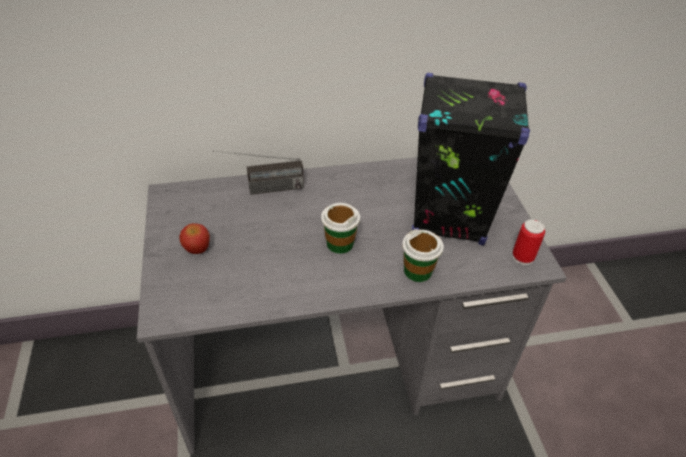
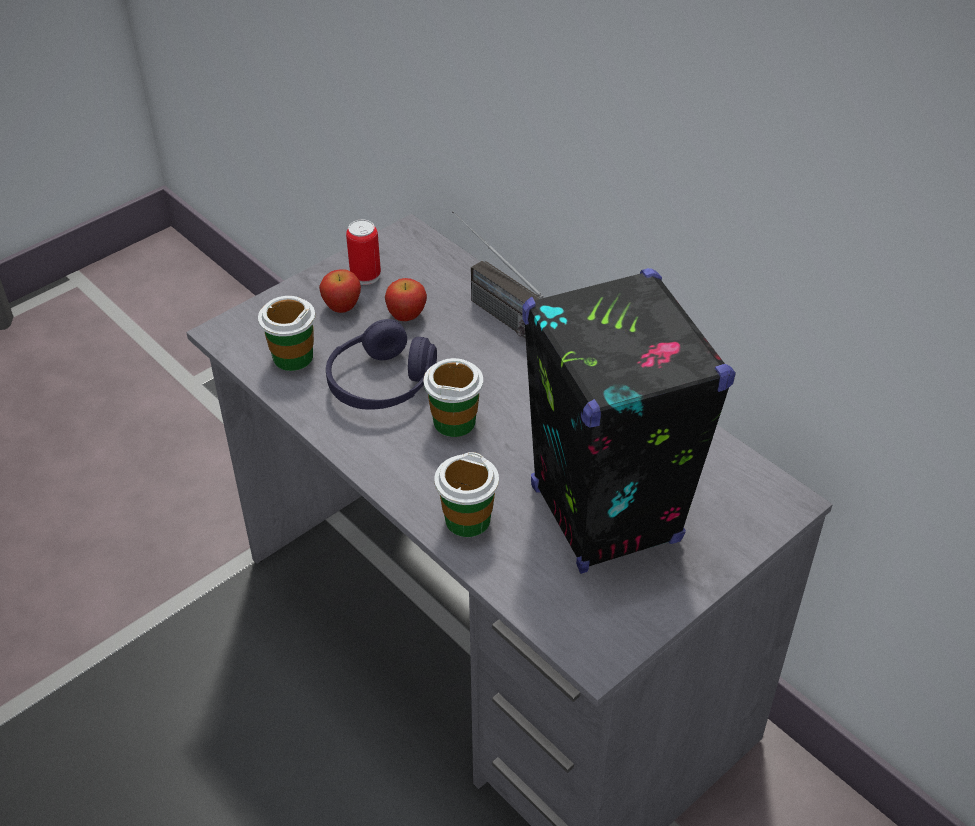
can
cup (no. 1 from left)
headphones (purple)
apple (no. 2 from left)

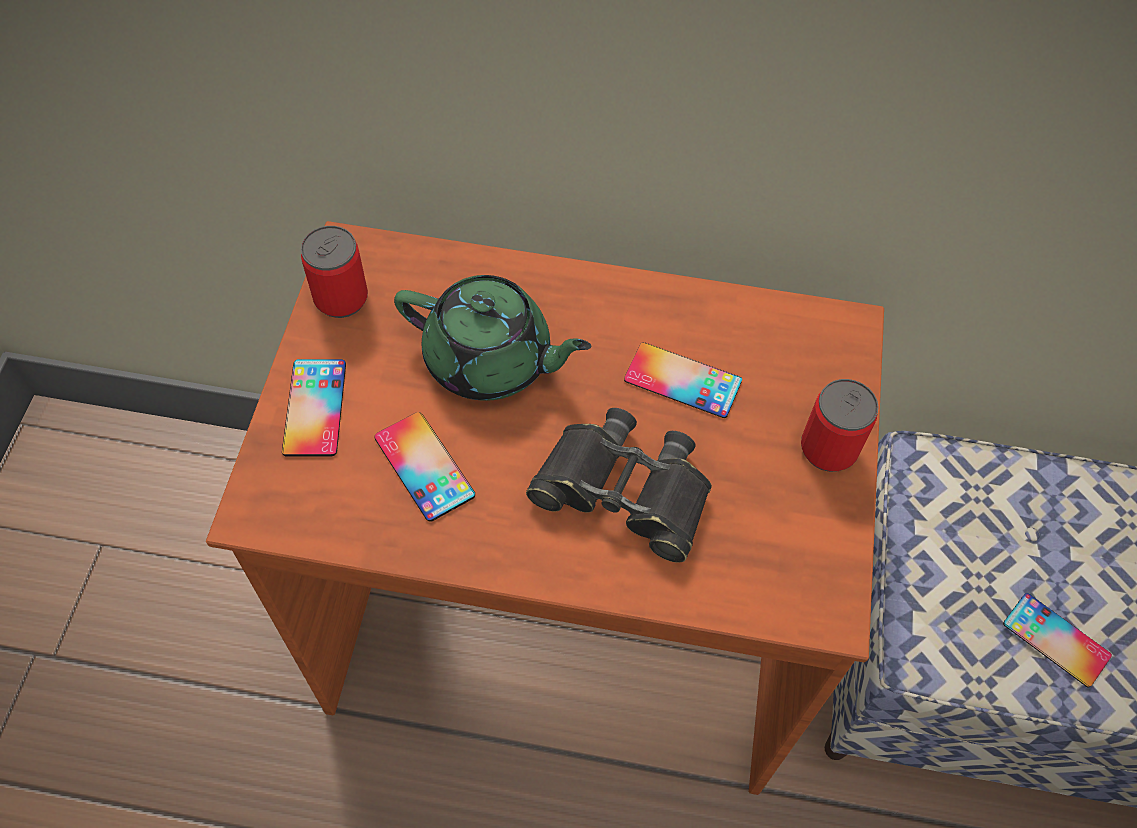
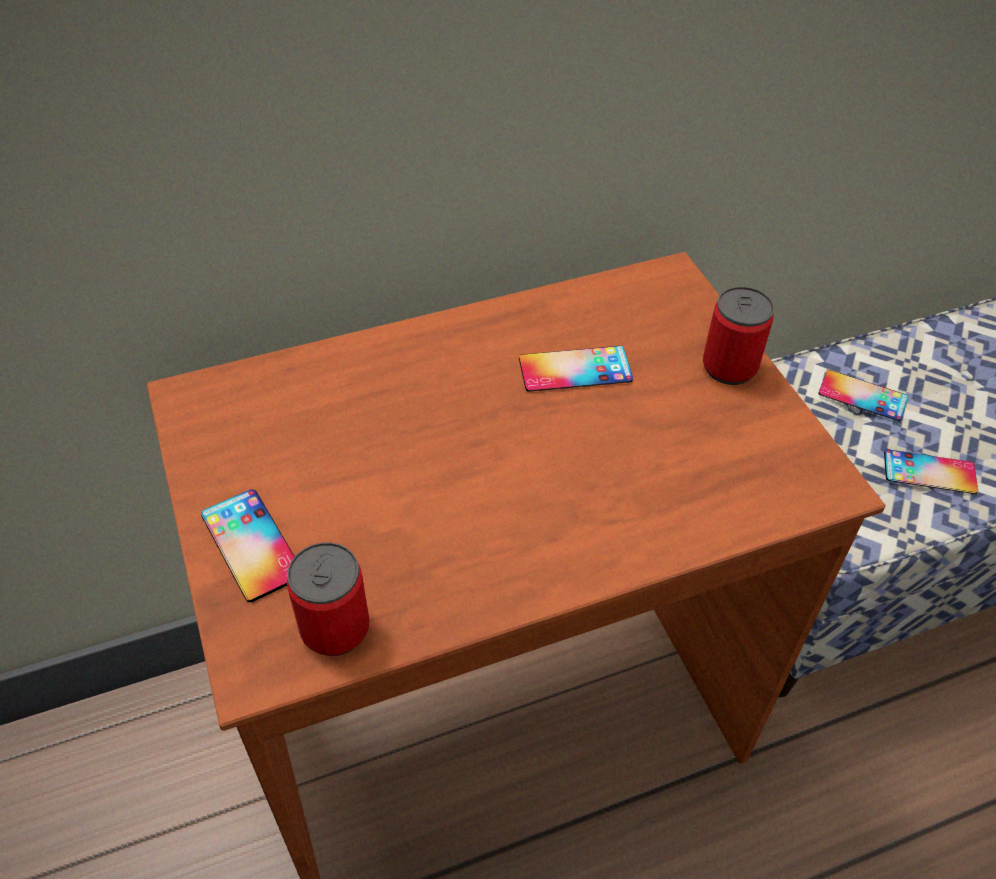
can (no. 1 from left)
phone (no. 3 from left)
teapot (green)
binoculars (black)

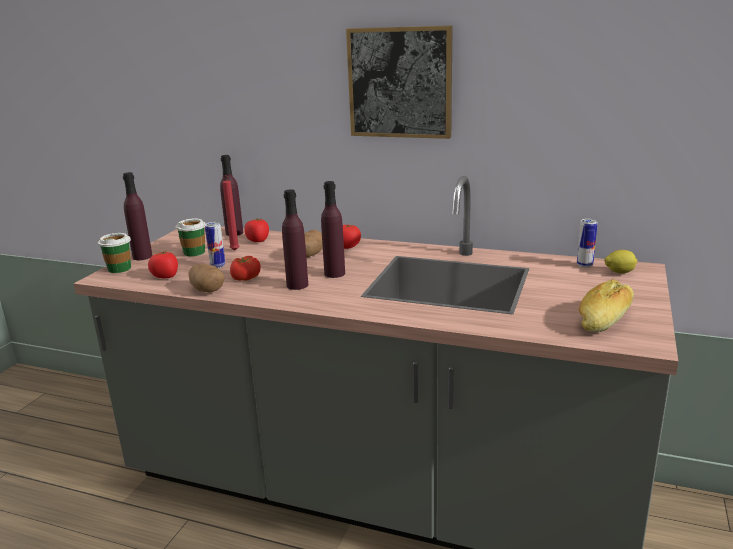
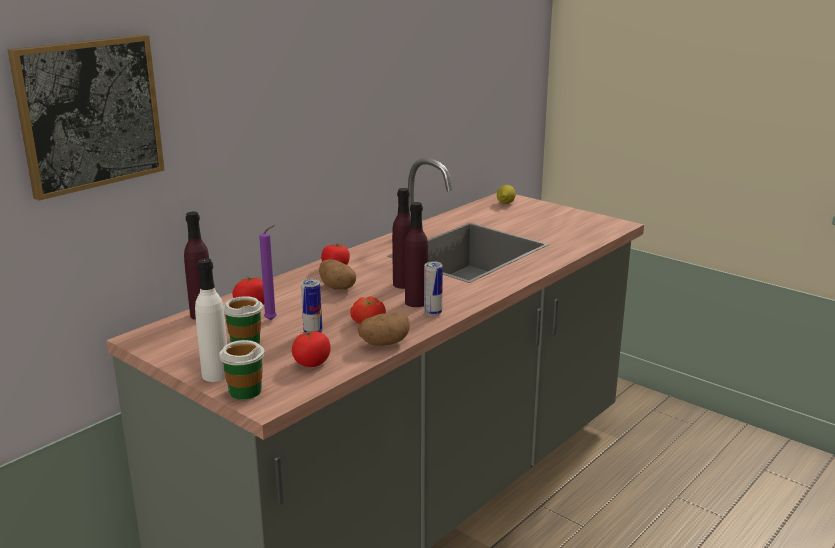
bottle (white)
candle (purple)
picture
can (no. 2 from left)
bread

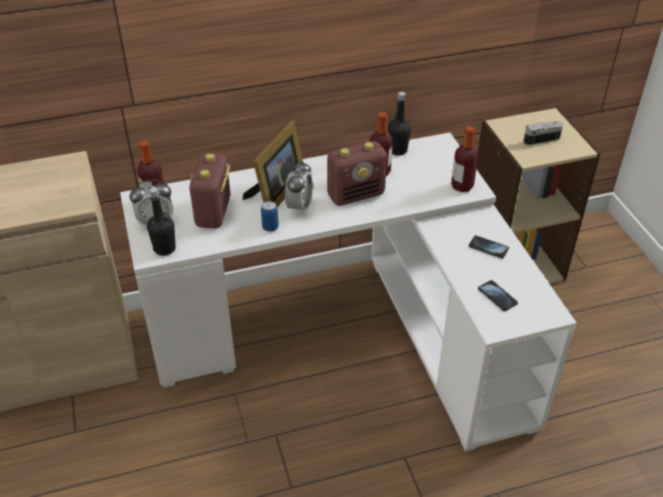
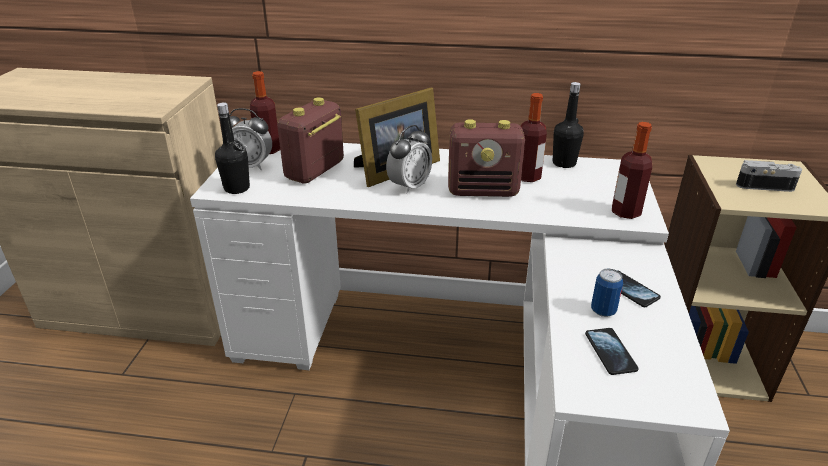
can

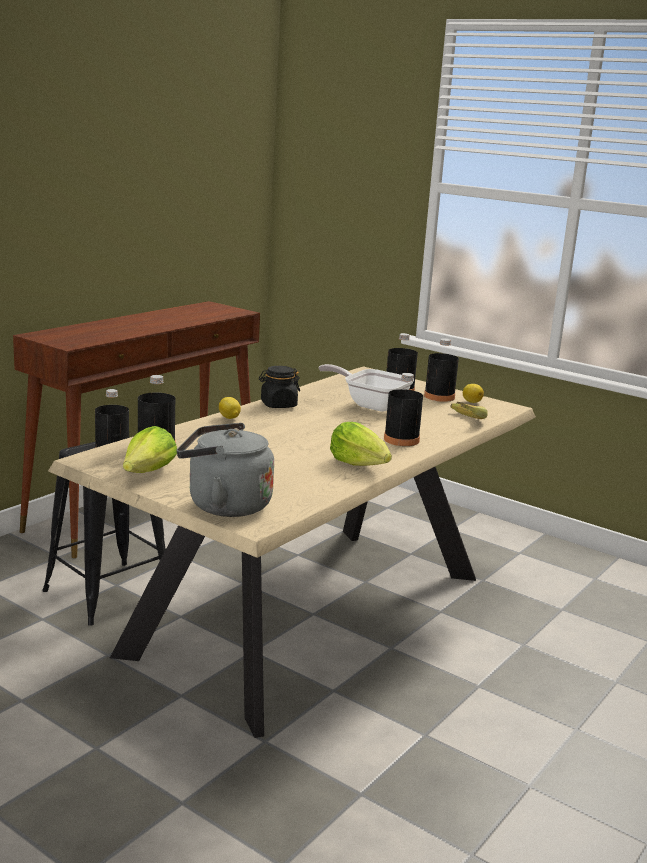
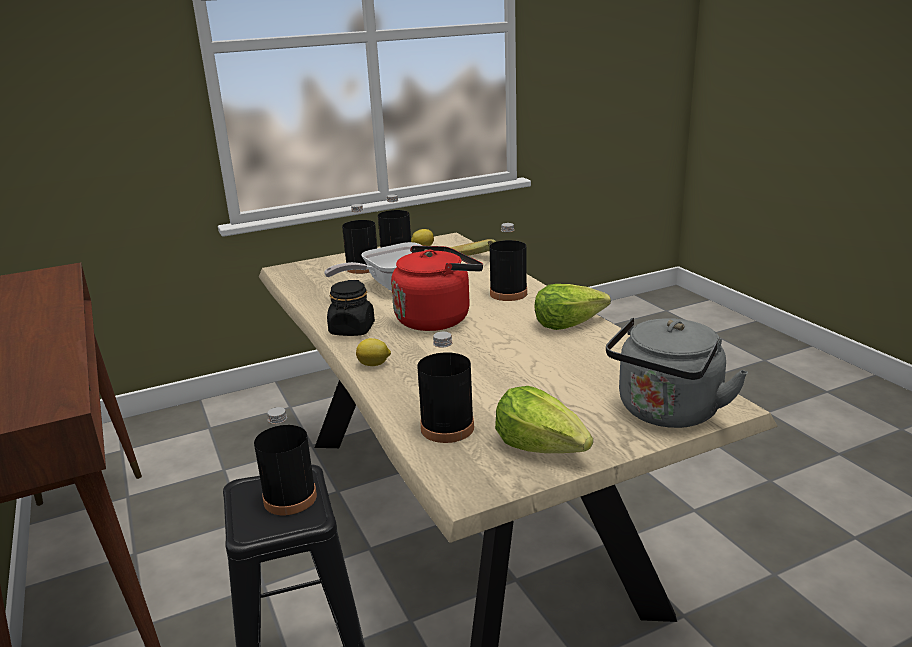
kettle (red)

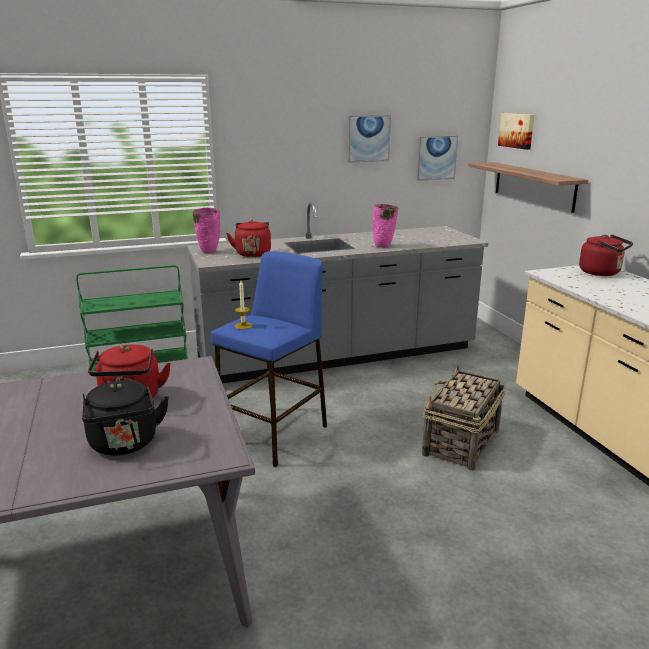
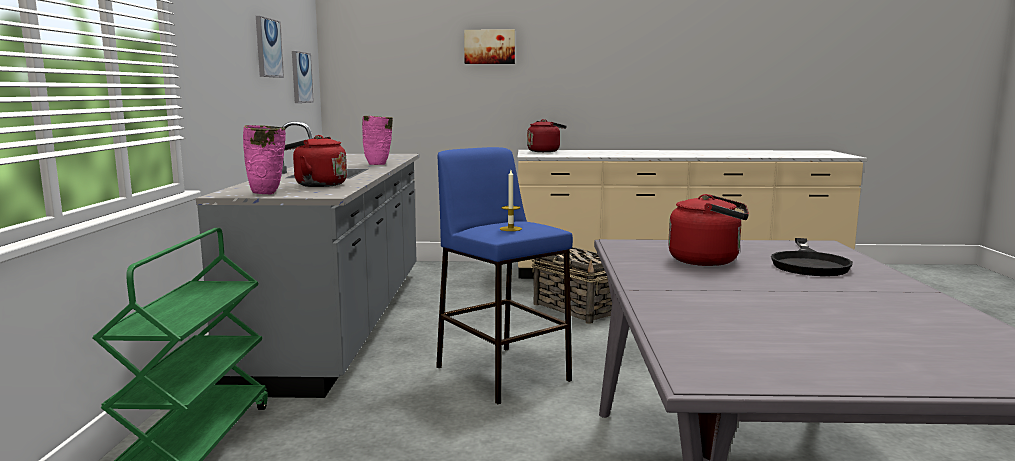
frying pan (black)
shelf
picture (no. 3 from left)

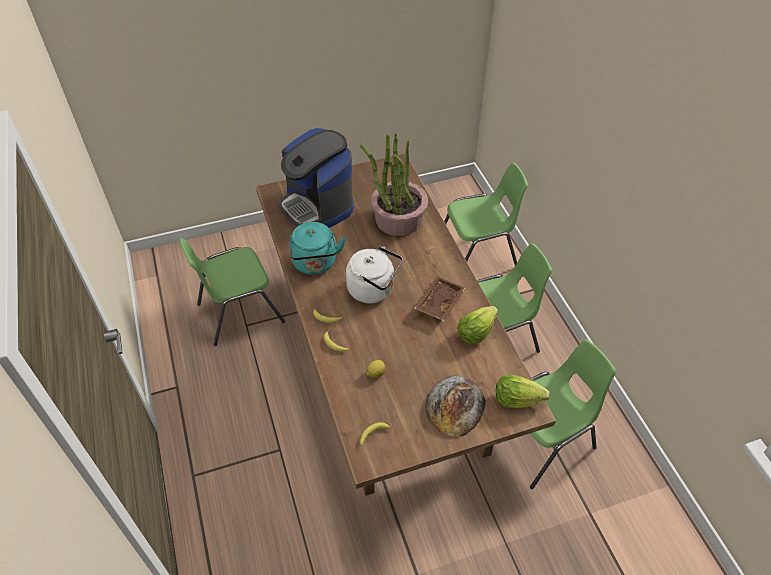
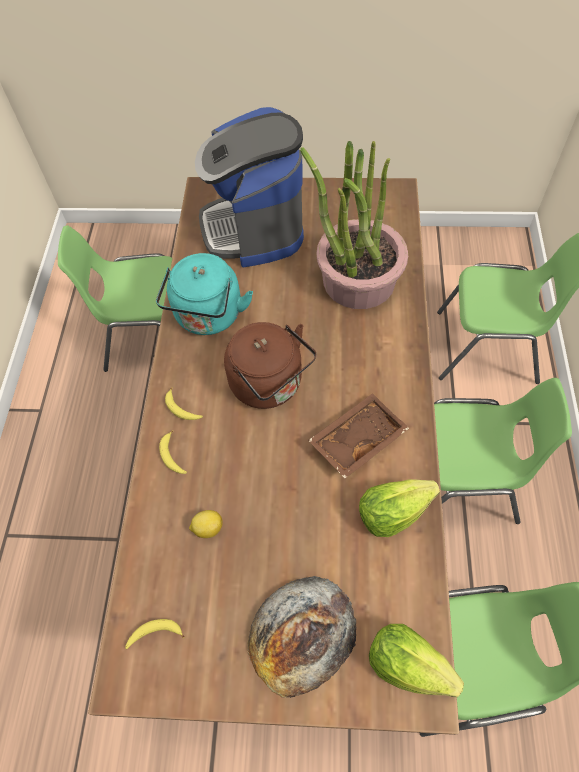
kettle (brown)

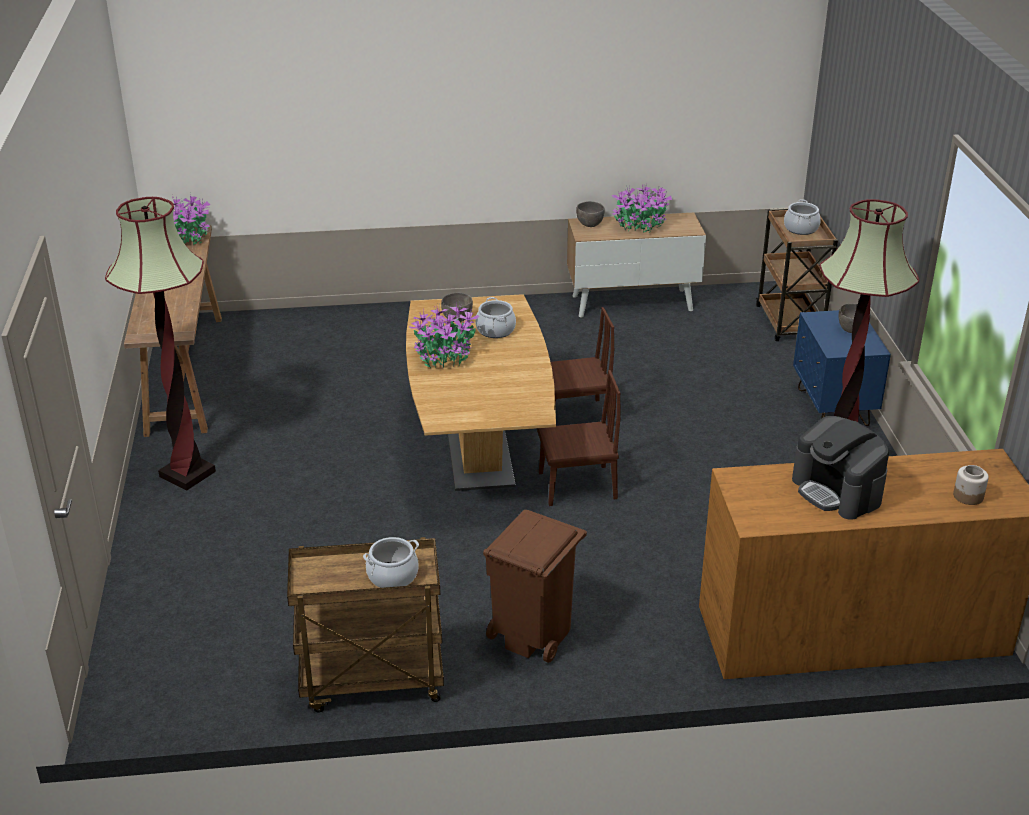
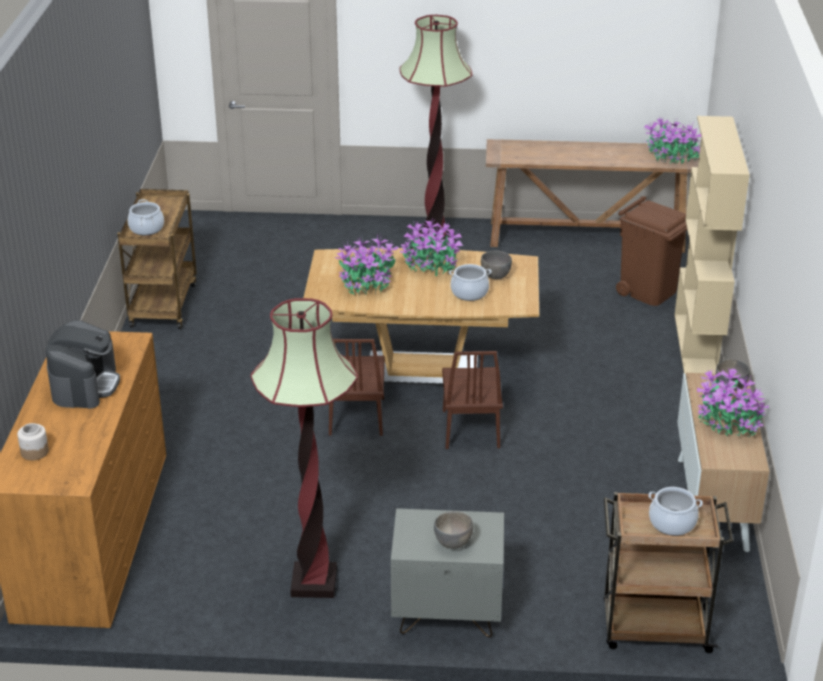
trash can (brown)
coffee machine
nightstand (grey)
potted plant (no. 1 from left)
bookcase (beige)

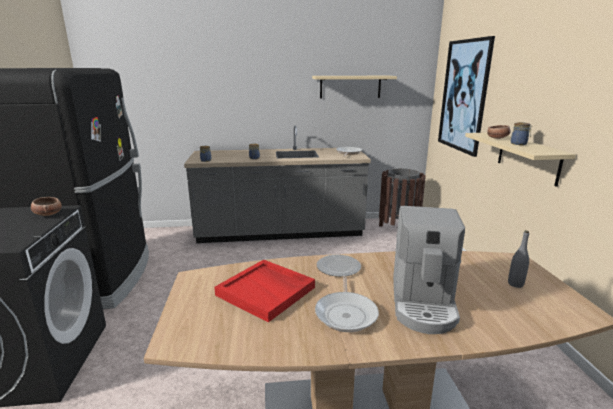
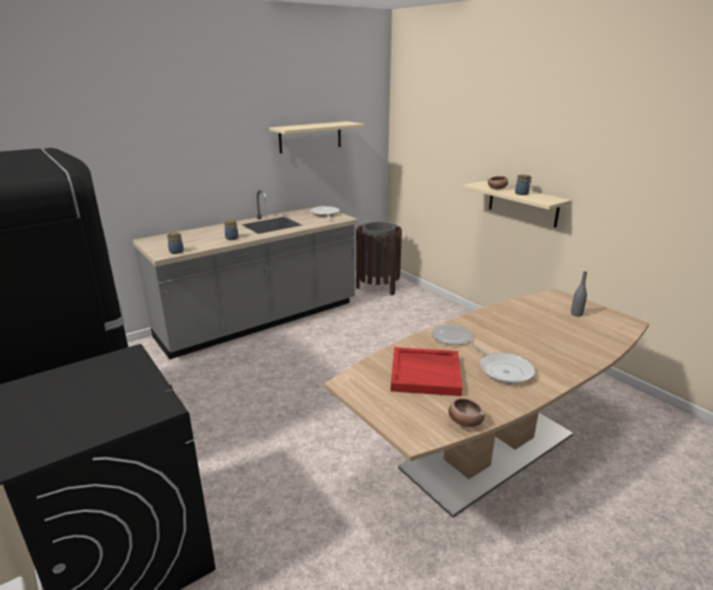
bowl (no. 1 from left)
coffee machine
picture

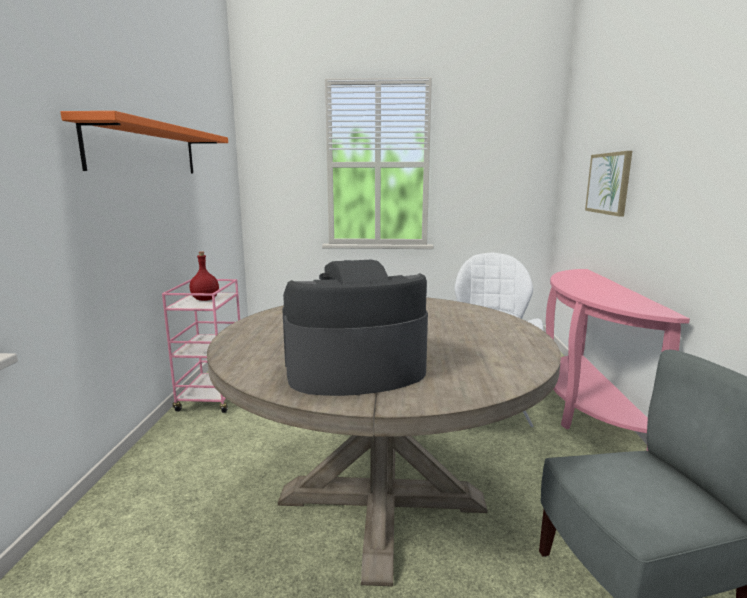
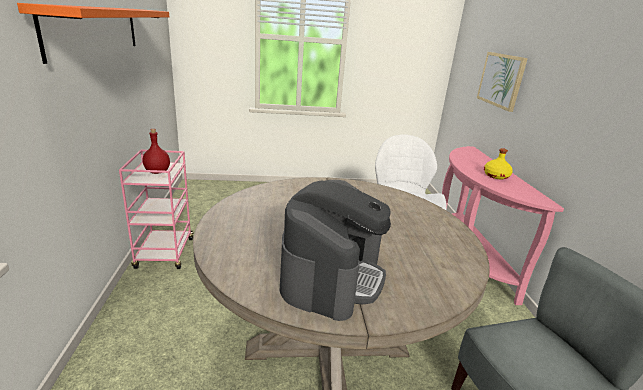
coffee machine
bottle (yellow)

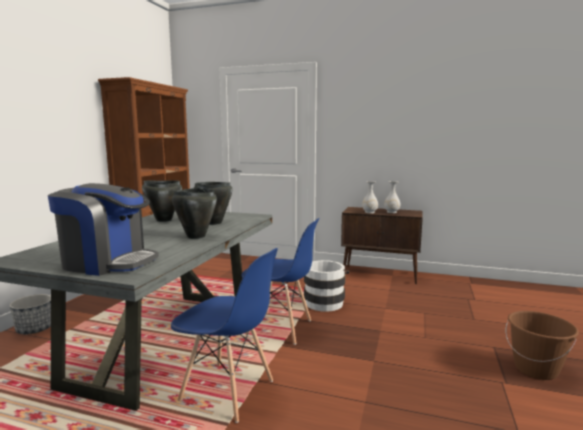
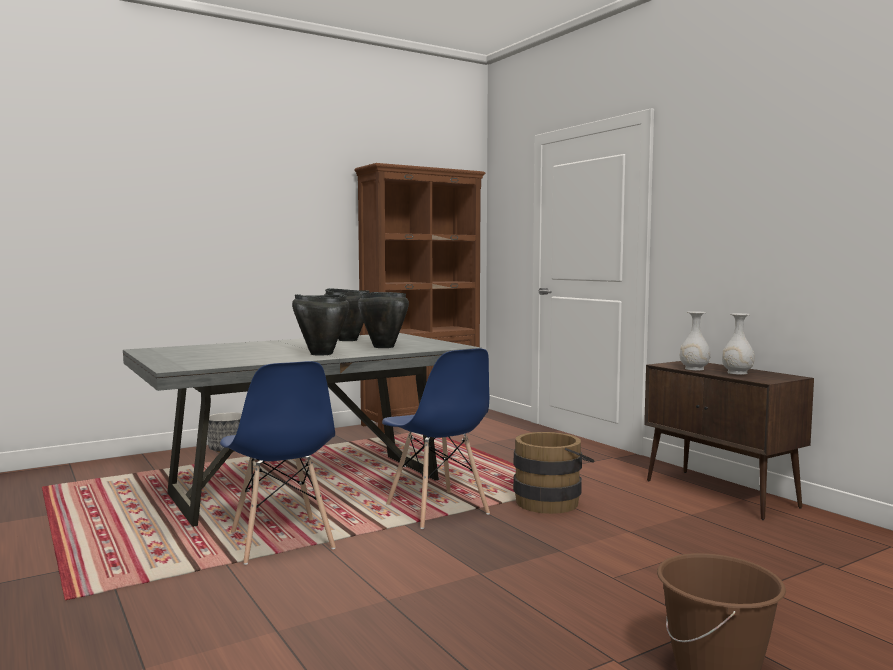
coffee machine
bucket (brown) (no. 1 from left)

